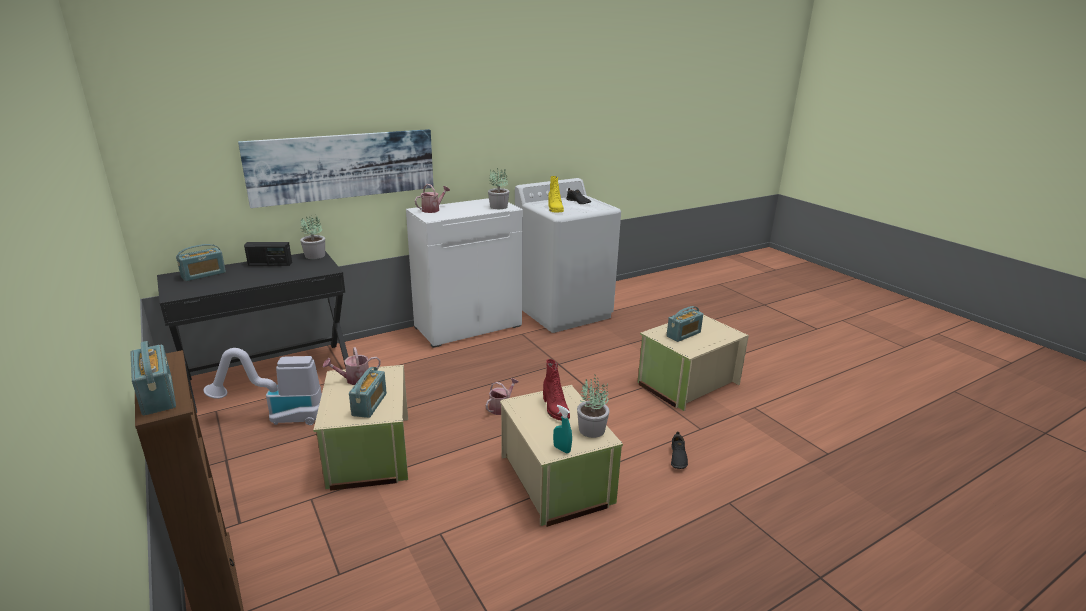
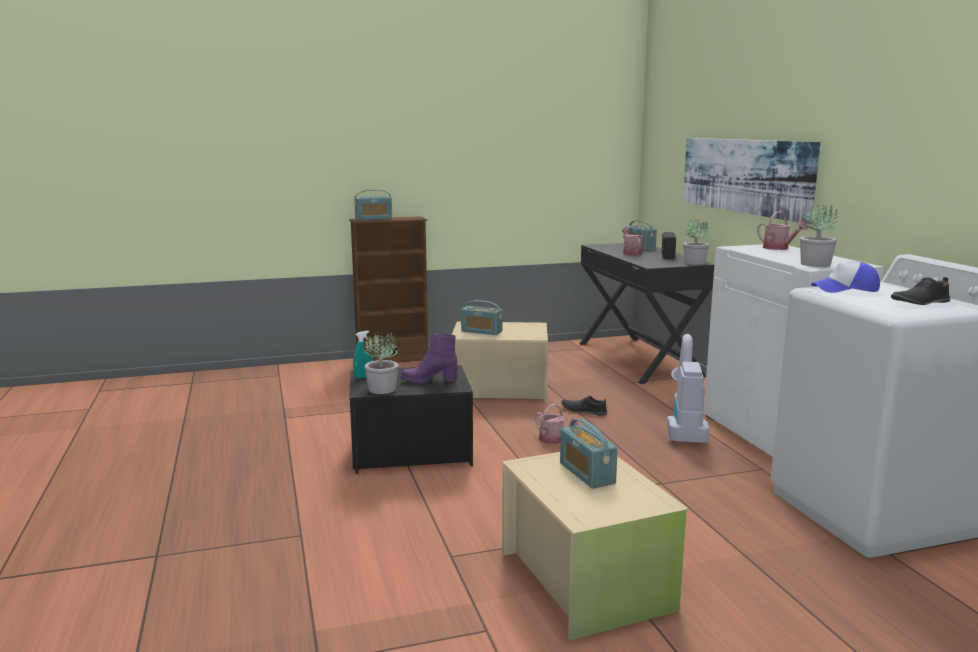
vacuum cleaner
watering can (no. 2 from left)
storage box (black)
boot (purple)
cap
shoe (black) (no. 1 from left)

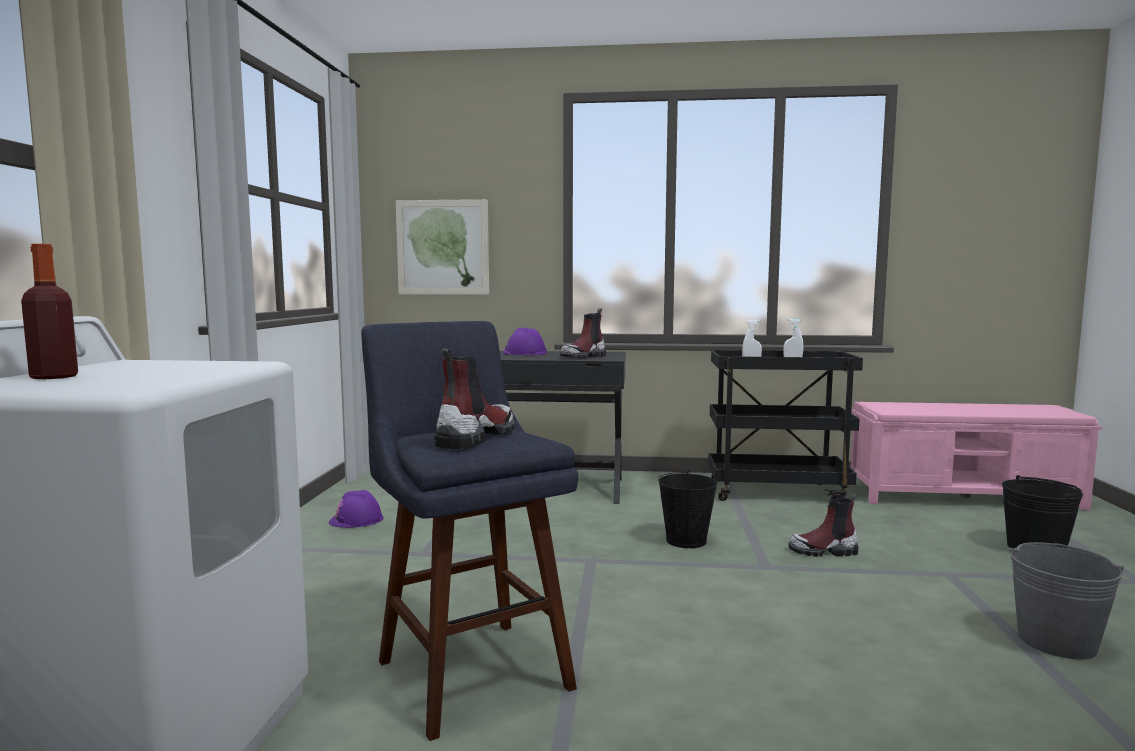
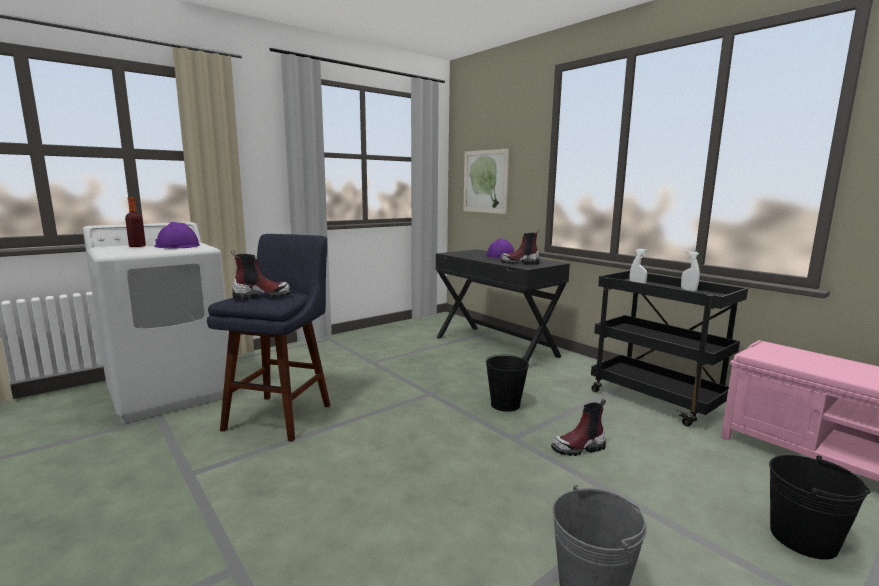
hard hat (purple) (no. 1 from left)
boot (no. 3 from left)

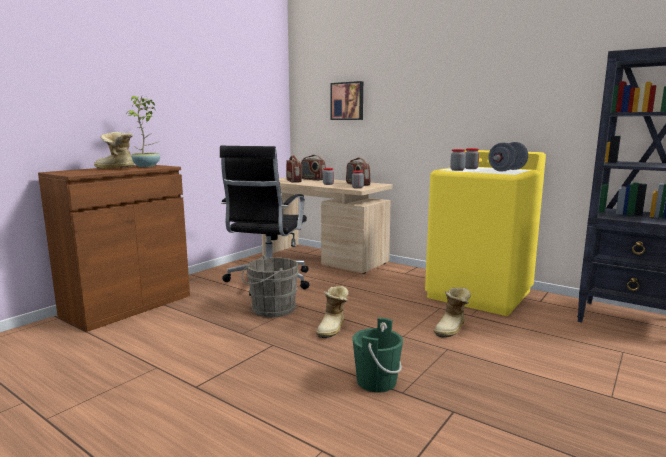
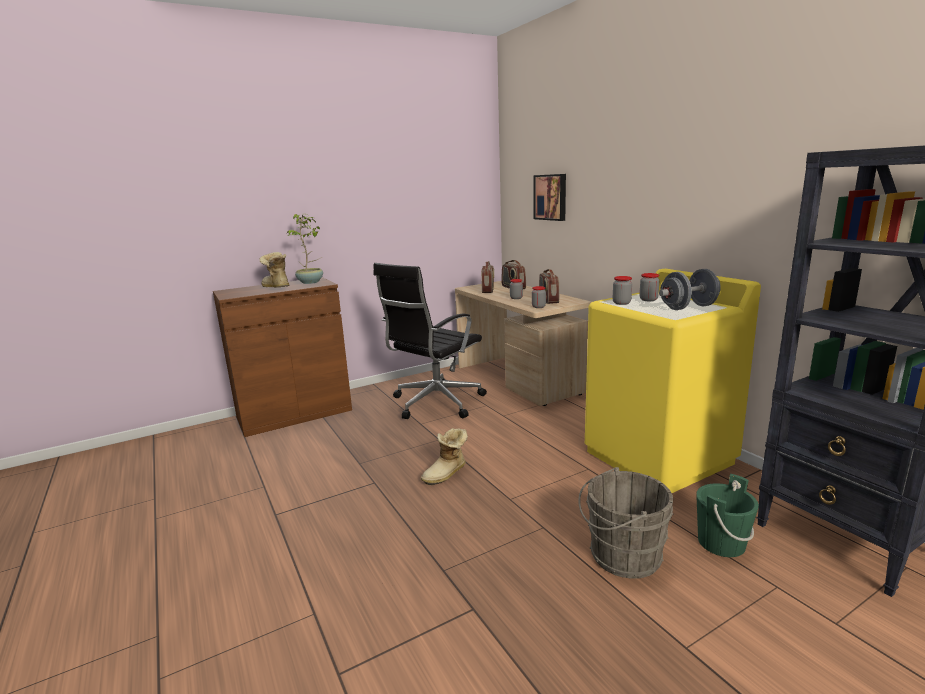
bucket (grey)
bucket (green)
boot (no. 3 from left in the first image)

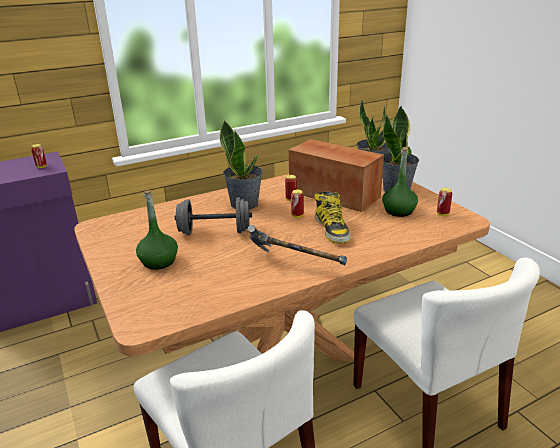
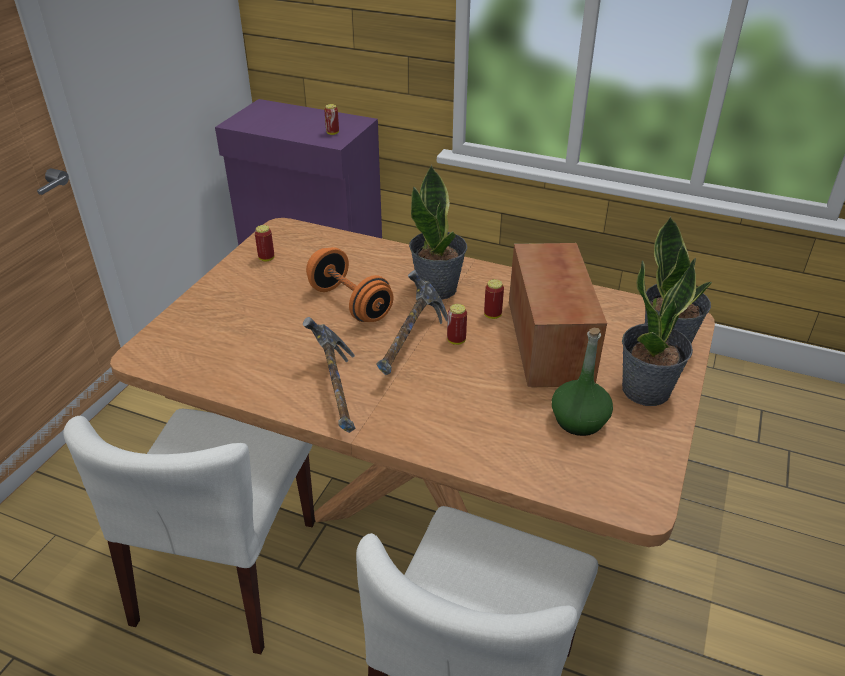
bottle (green) (no. 1 from left in the first image)
dumbbell (orange)
boot
can (no. 1 from left)
hammer (no. 2 from left)

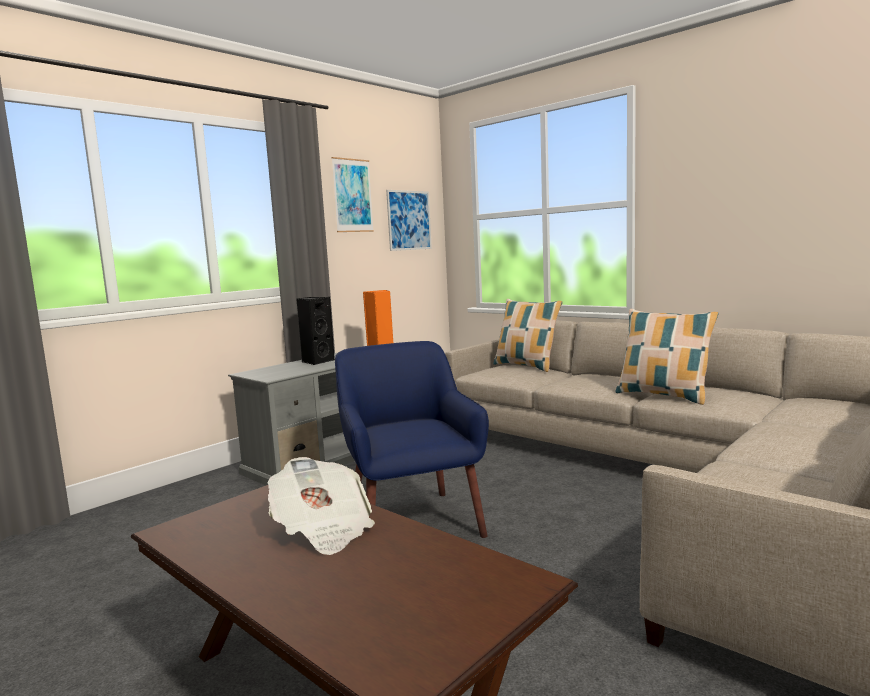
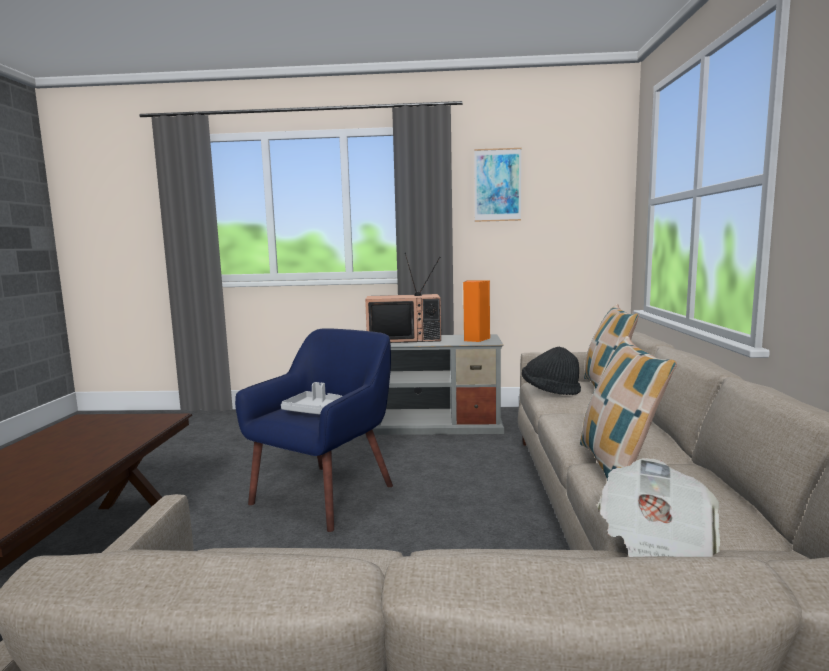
newspaper
television
picture (no. 2 from left in the first image)
tray (grey)
hat (black)

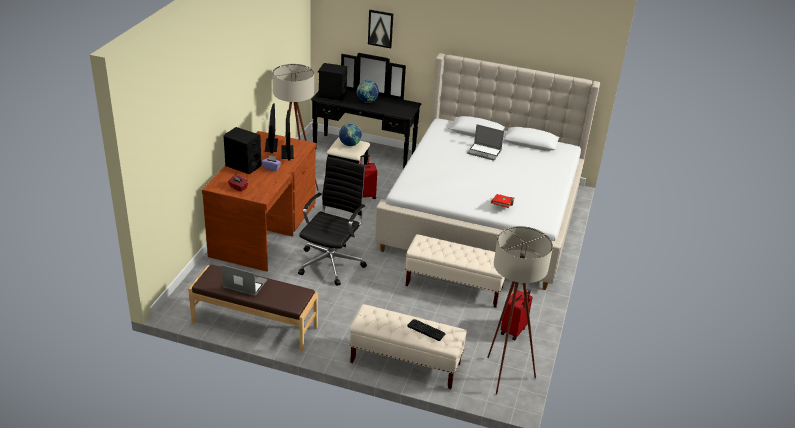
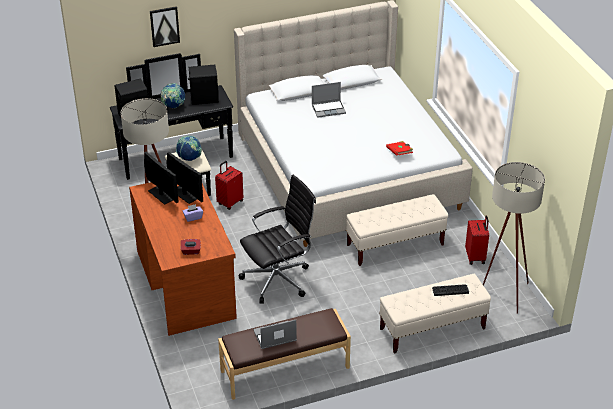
speaker (black) (no. 2 from left)
office chair (black)

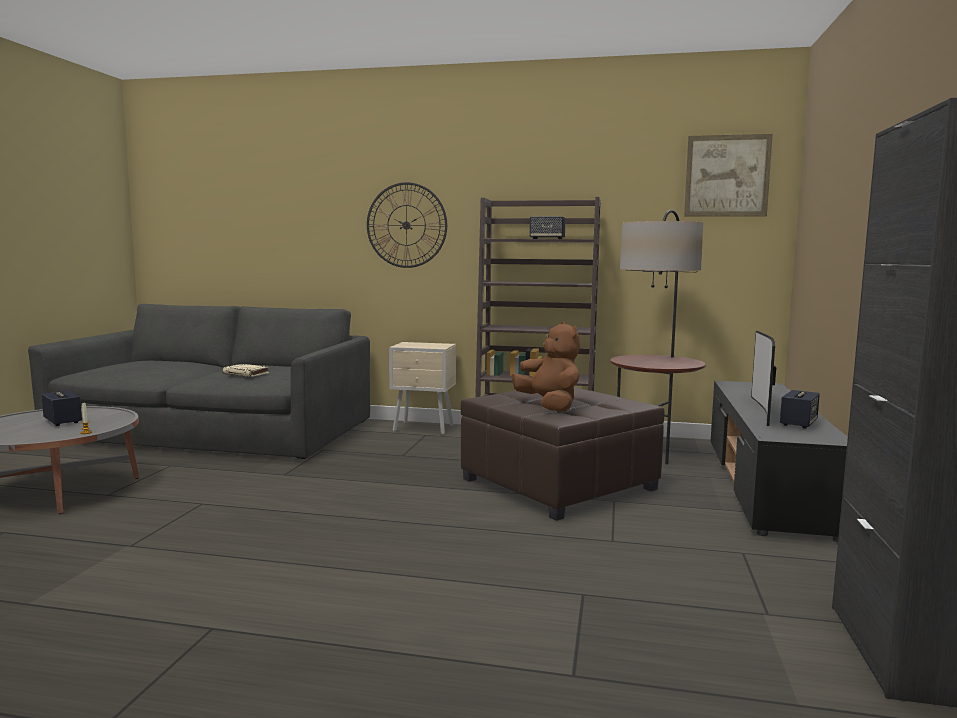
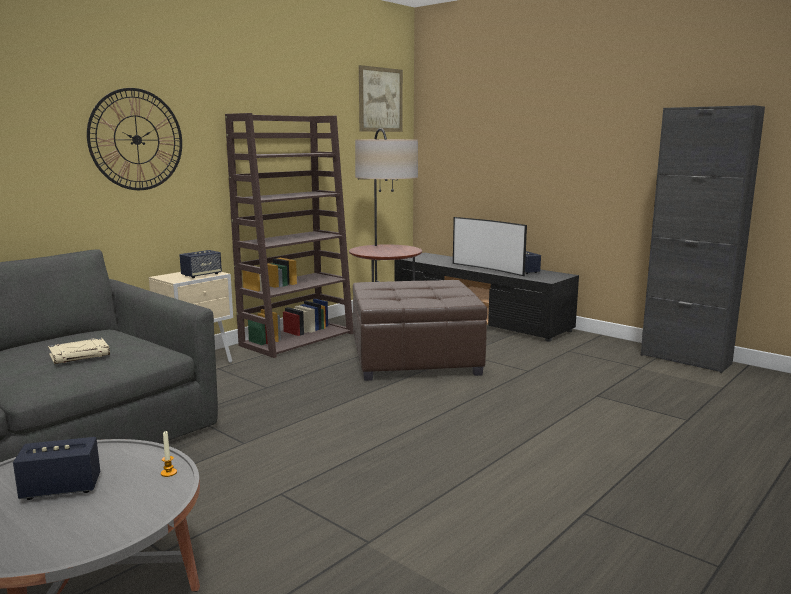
plush toy (brown)
speaker (no. 2 from left)

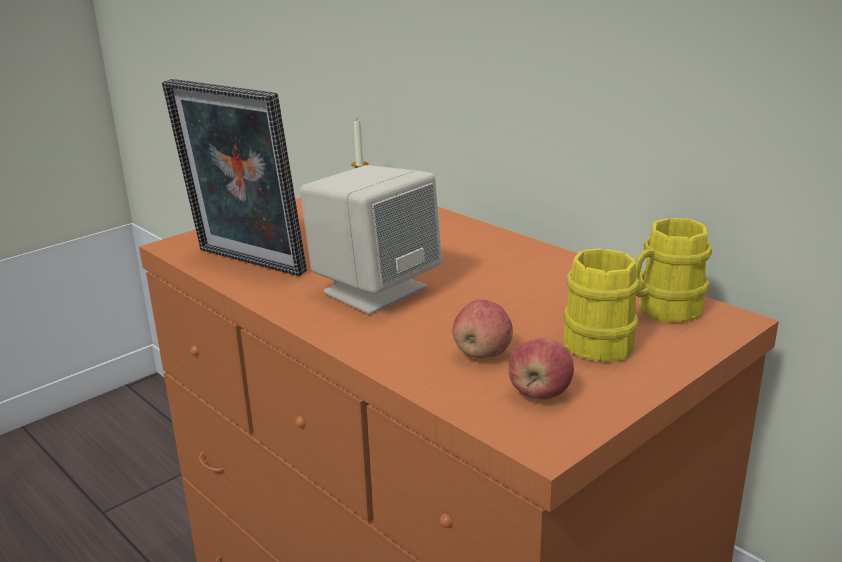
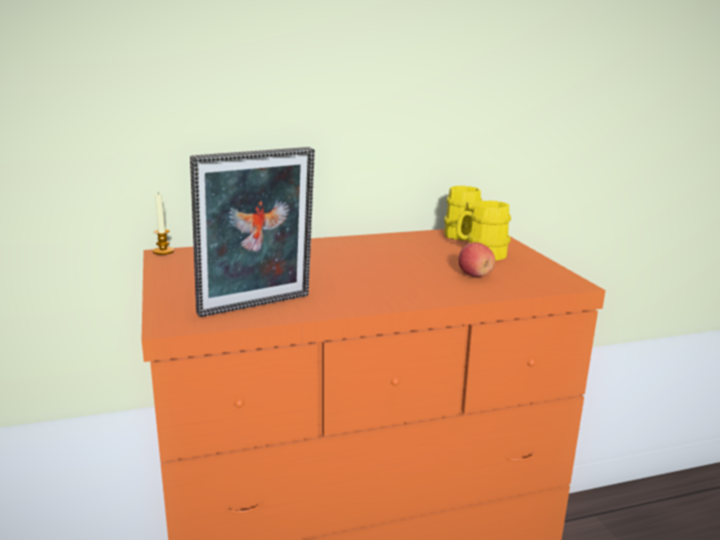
speaker (beige)
apple (no. 2 from left in the first image)

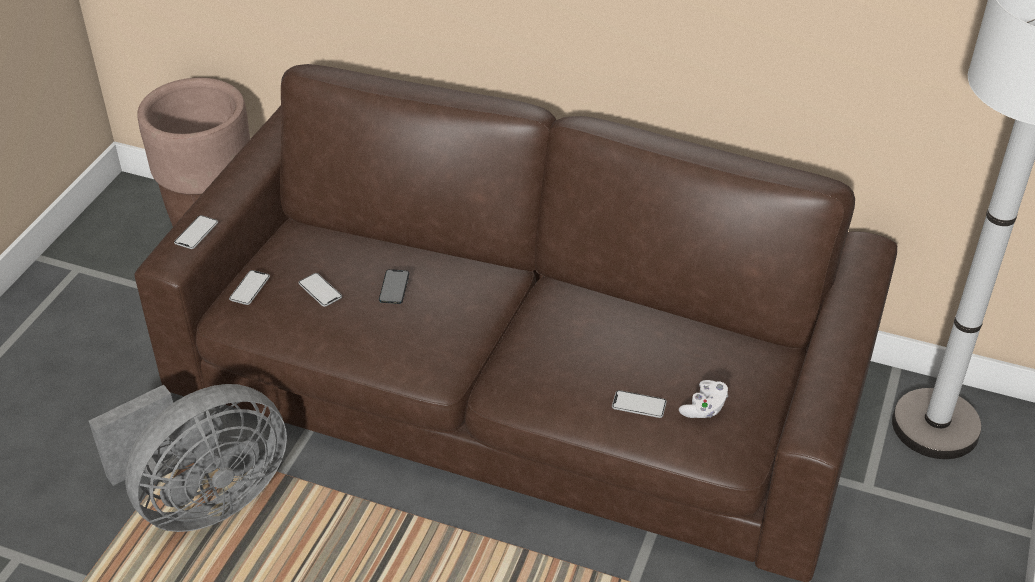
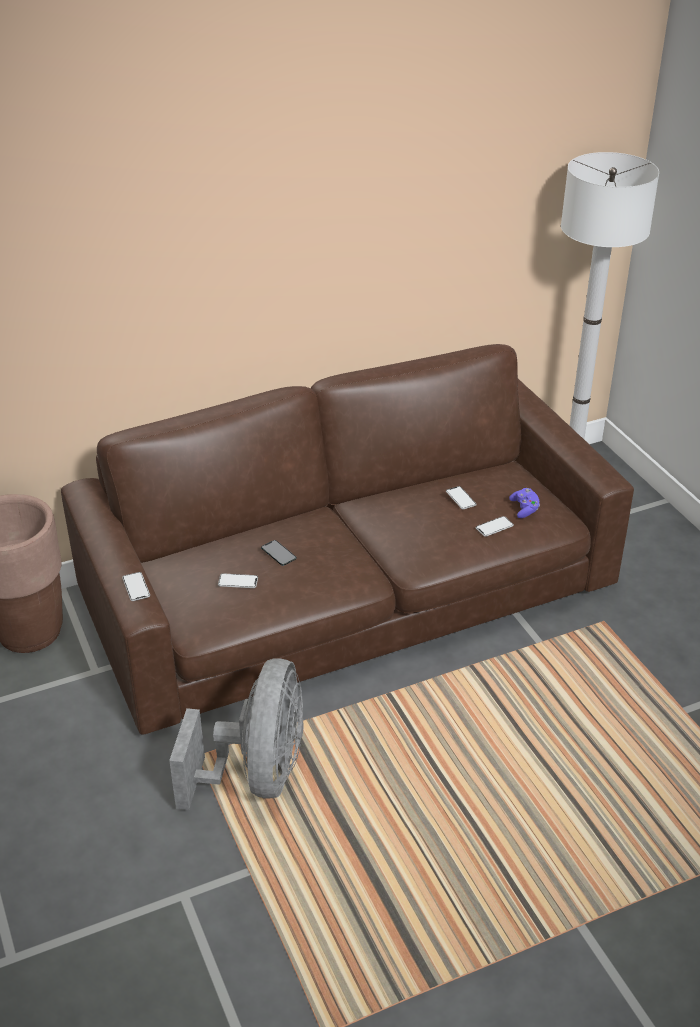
phone (no. 4 from left)
game controller (purple)

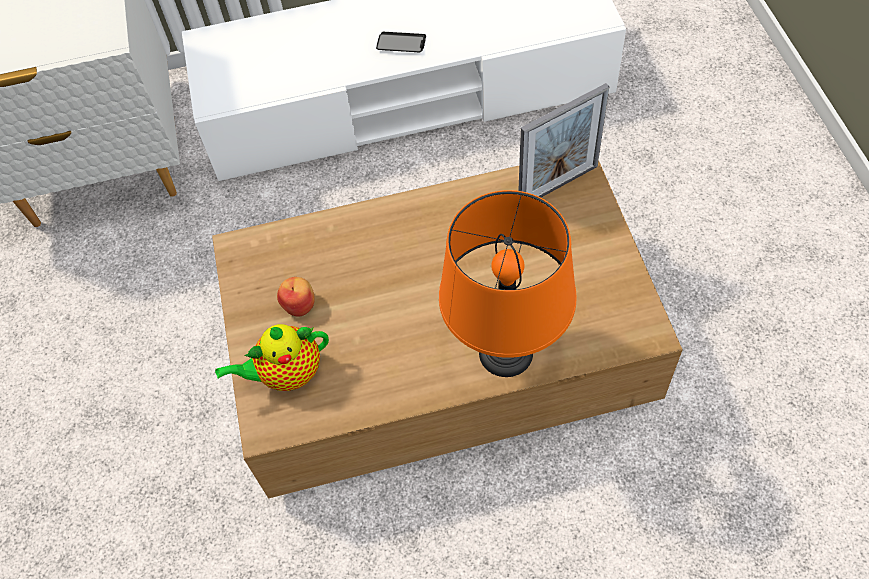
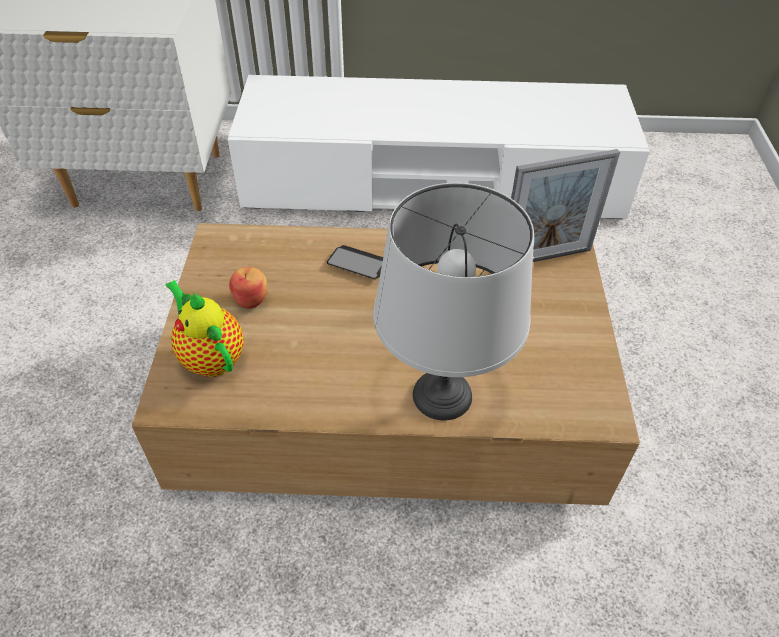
teapot
phone
table lamp (grey)

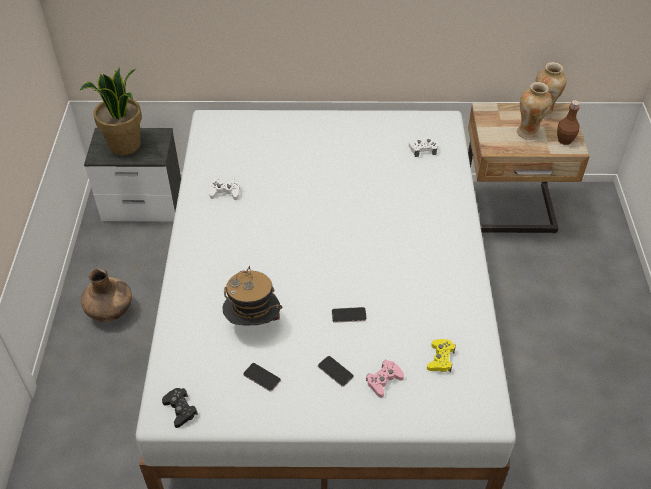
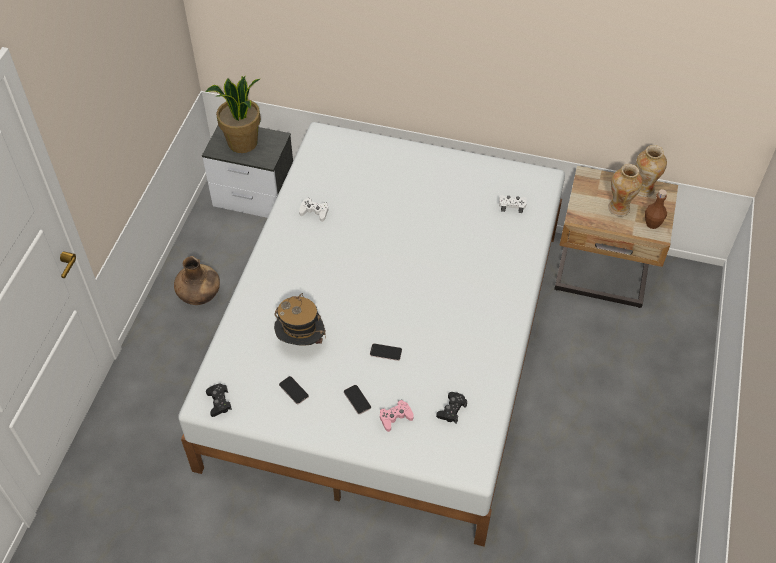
game controller (black) (no. 2 from left)

